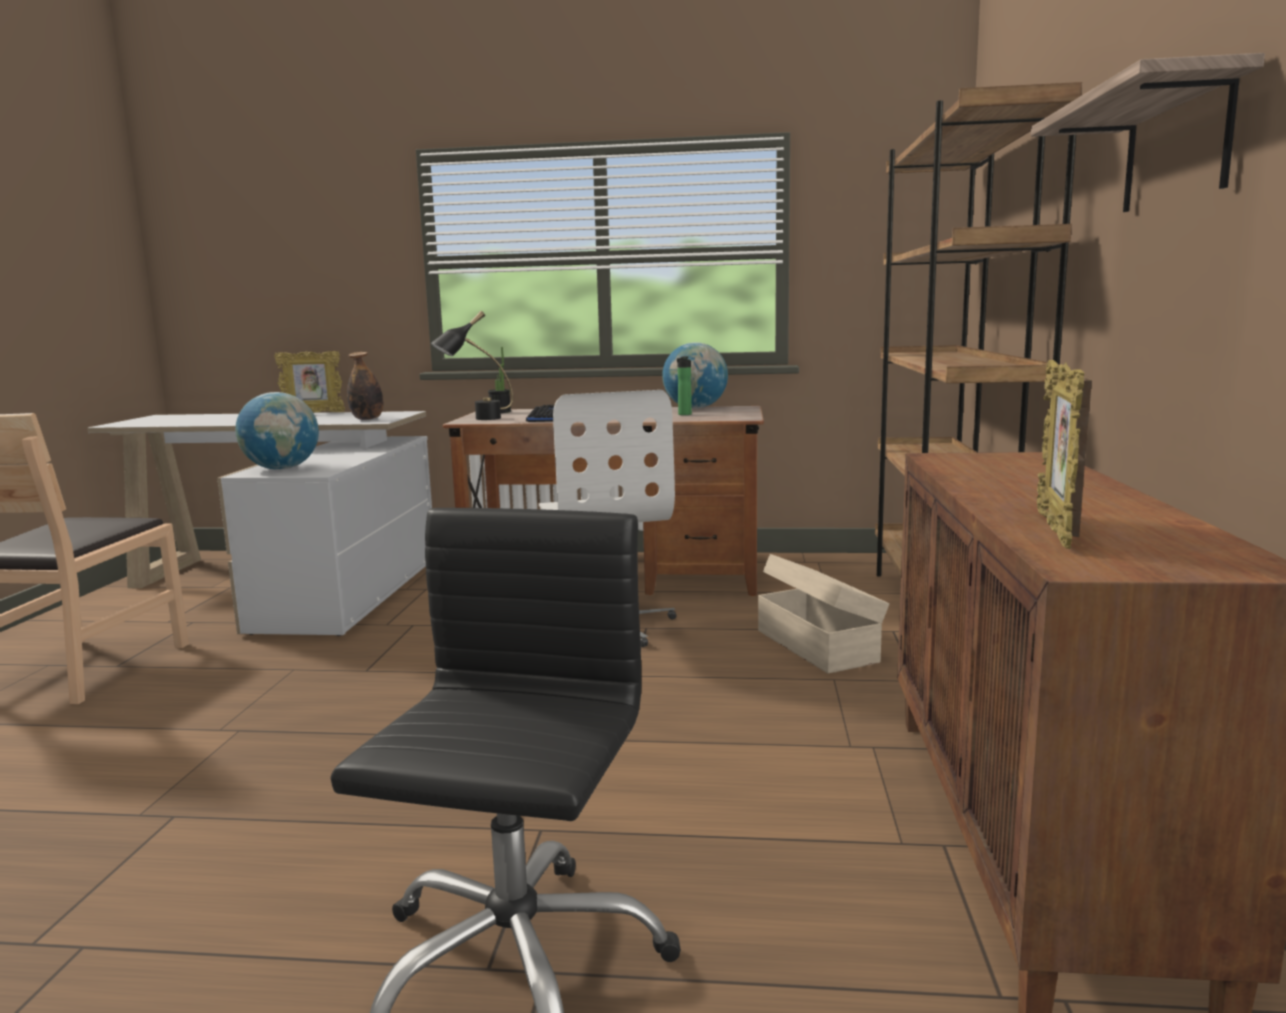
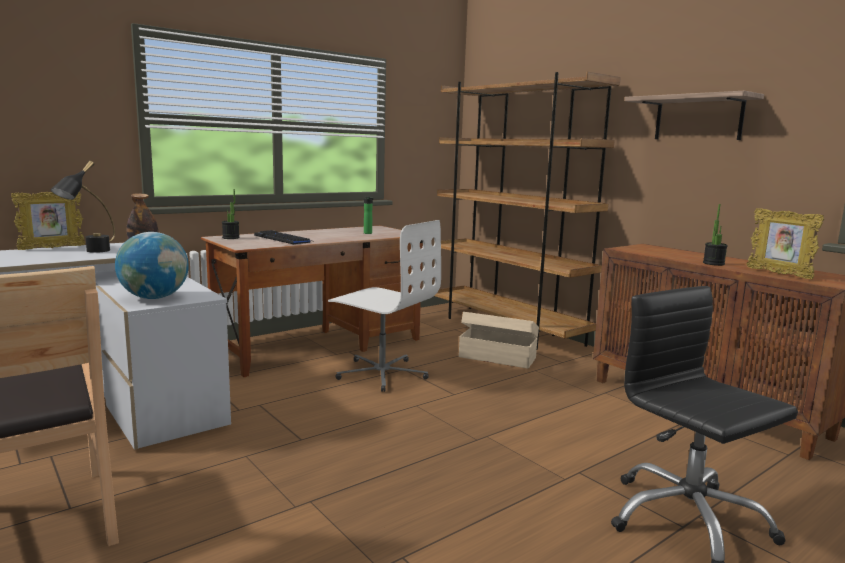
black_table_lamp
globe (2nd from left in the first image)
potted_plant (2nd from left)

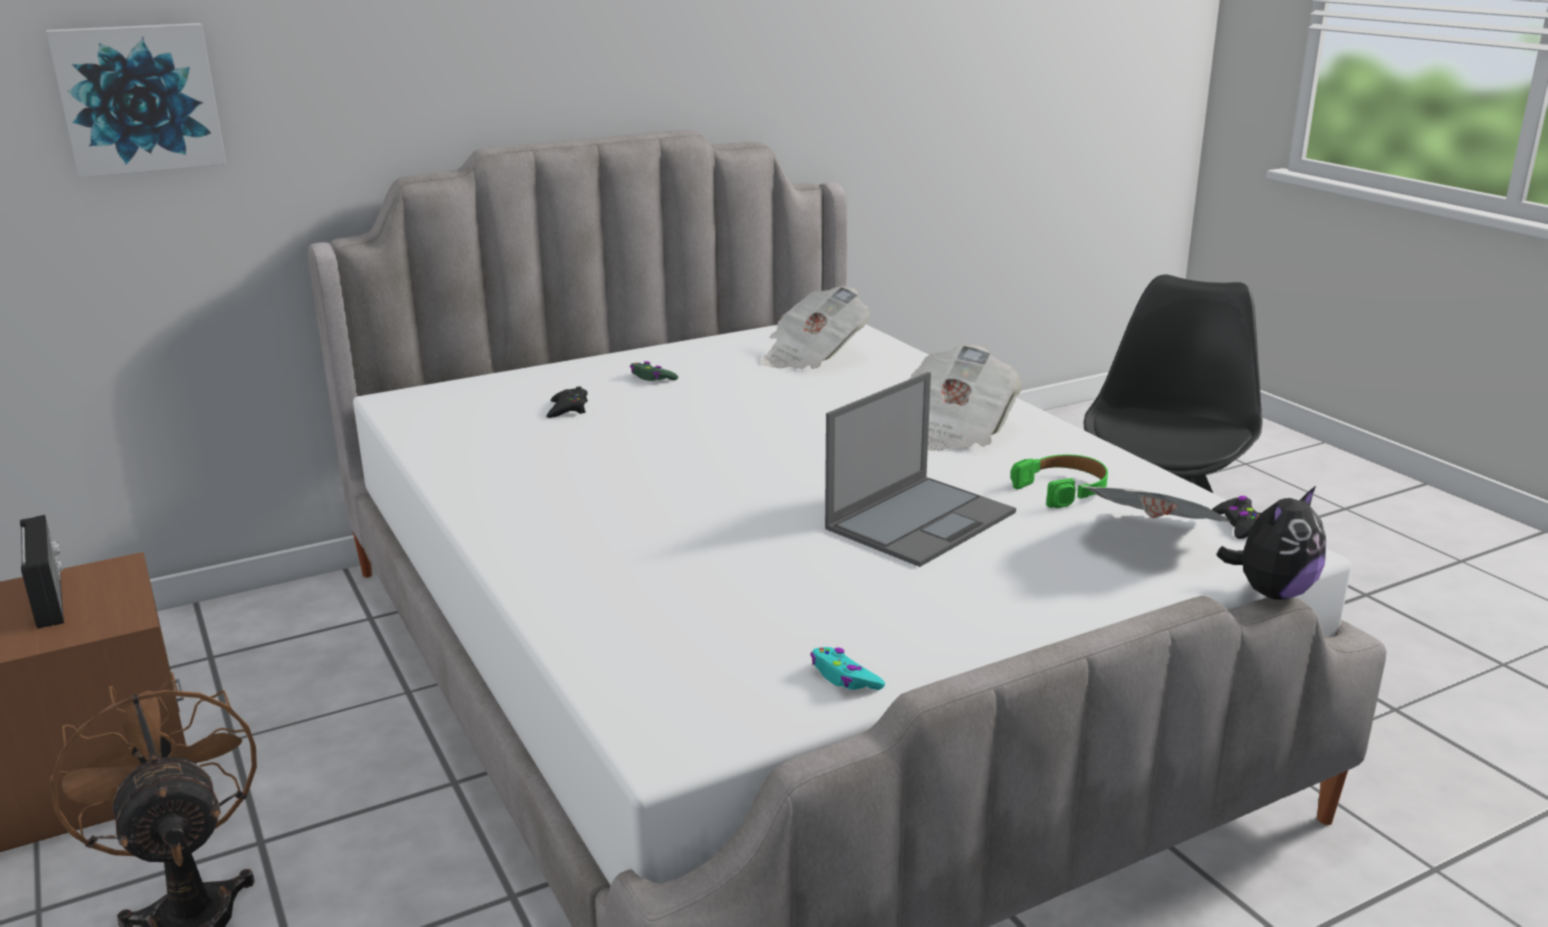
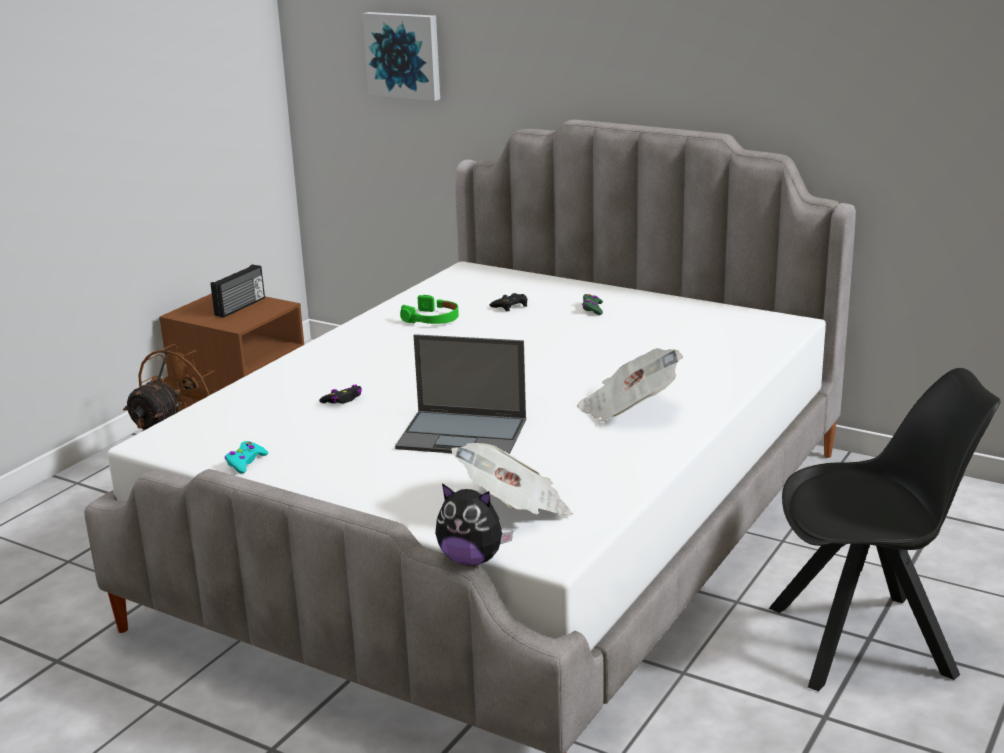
newspaper (1st from left in the first image)
green_headphones
black_game_controller (1st from left)

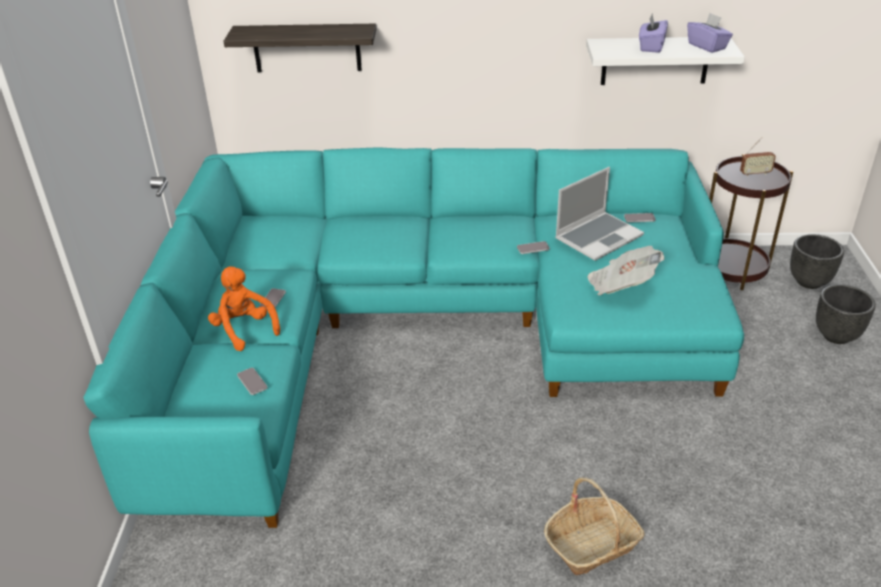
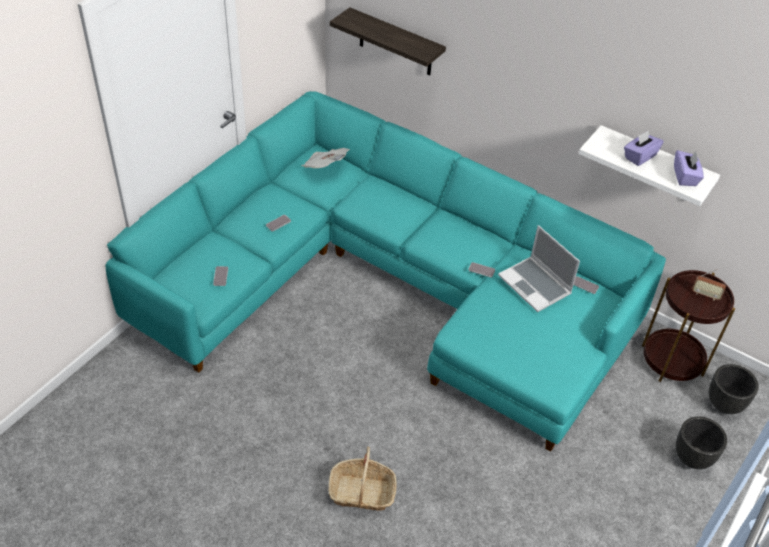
orange_plush_toy
laptop
newspaper

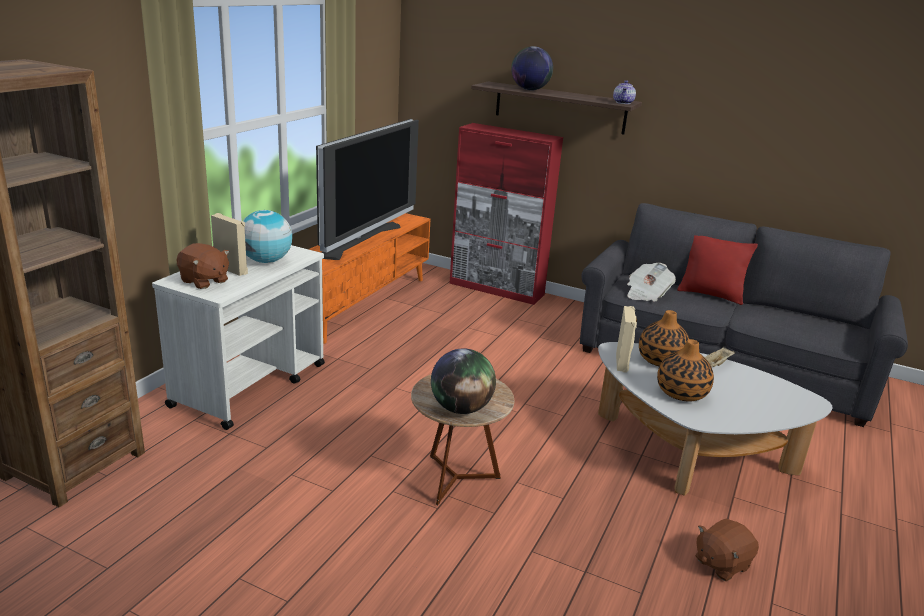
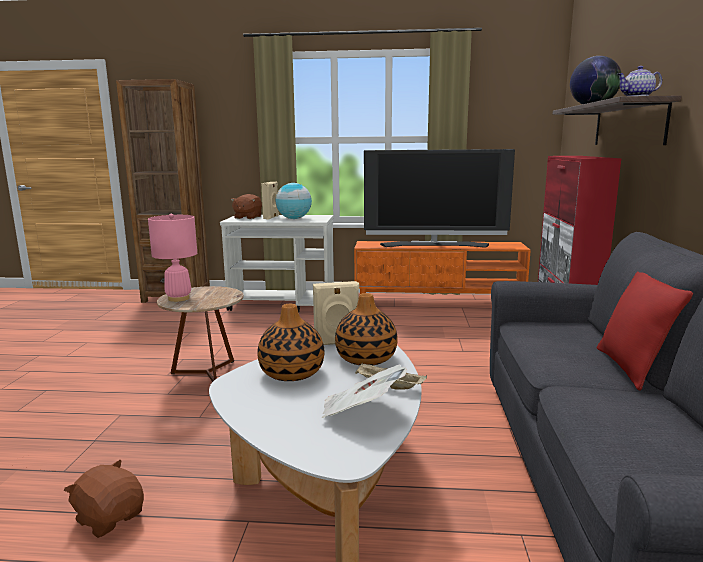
pink_table_lamp
newspaper

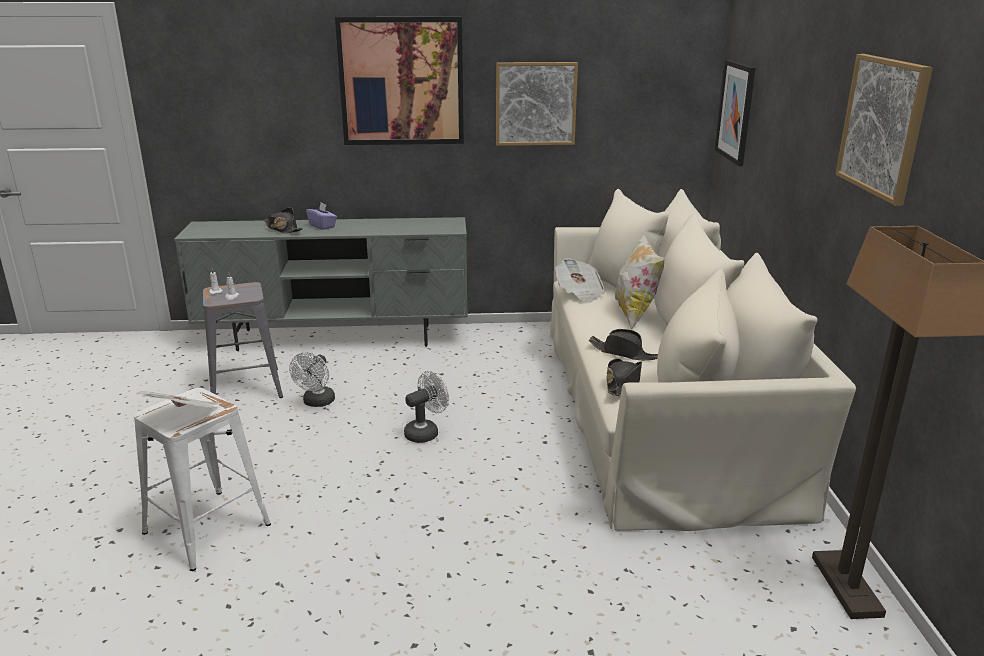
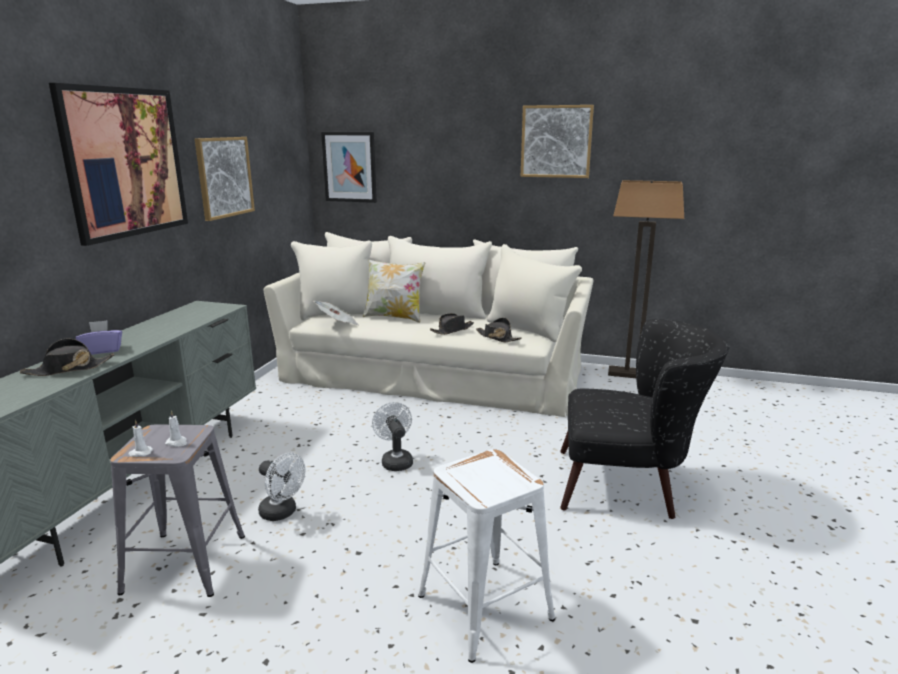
newspaper (1st from left in the first image)
black_armchair

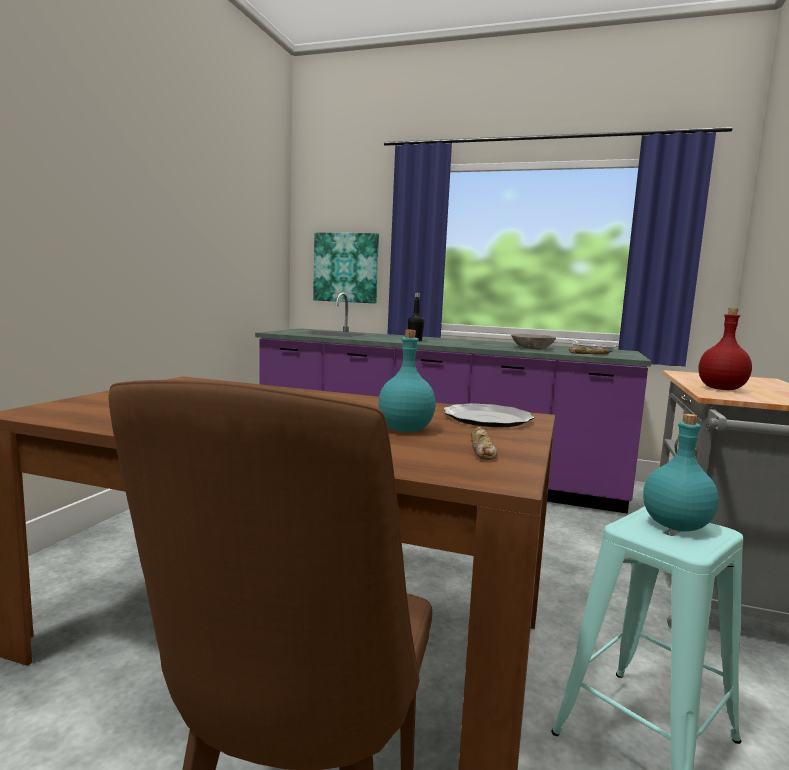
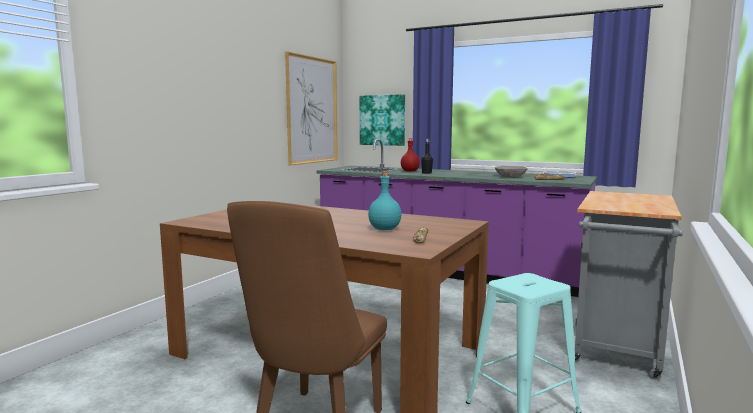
plate
turquoise_bottle (2nd from left in the first image)
red_bottle
picture (1st from left)

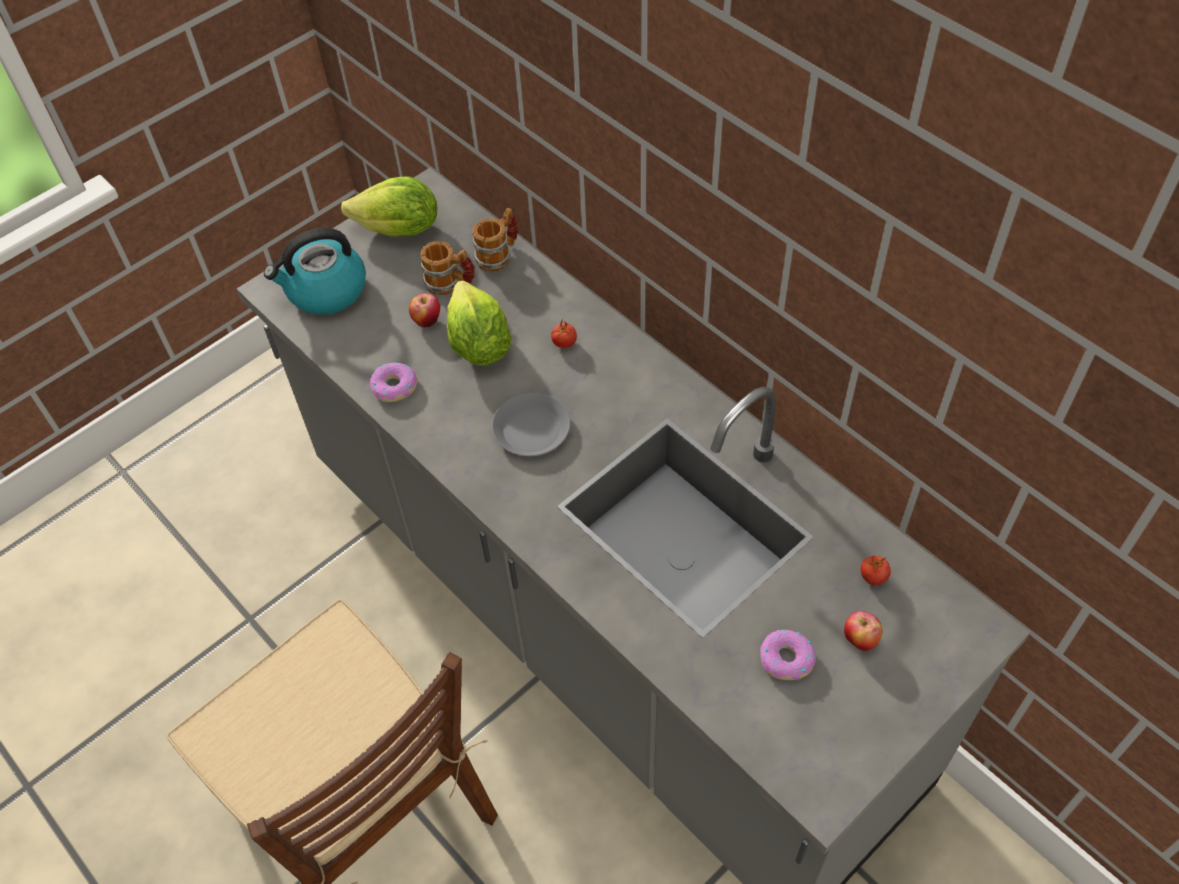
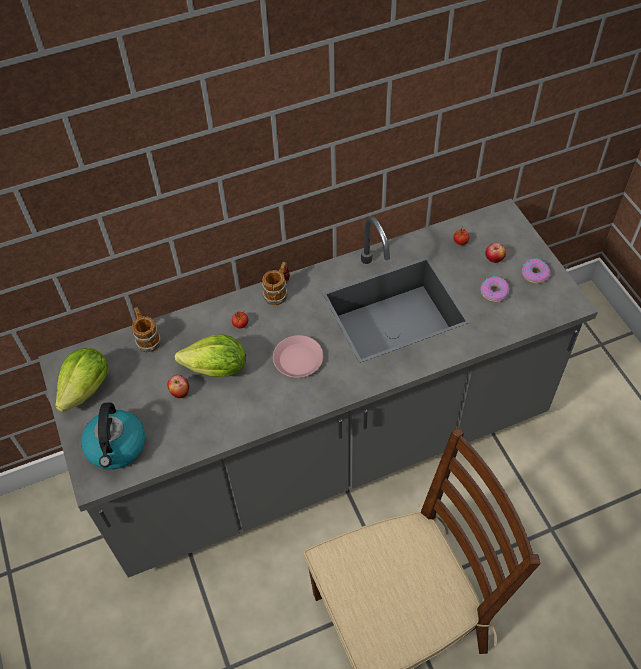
donut (2nd from left)
mug (2nd from left)
pink_plate

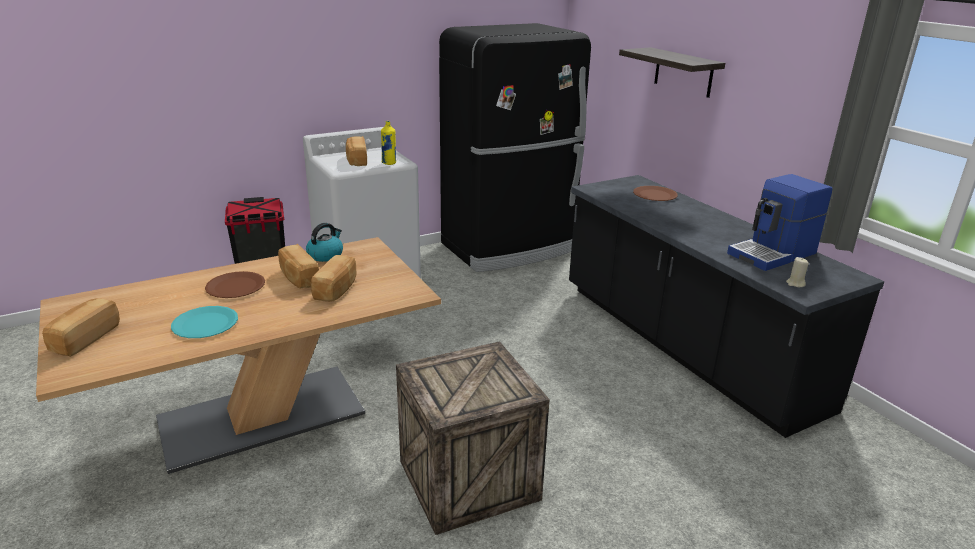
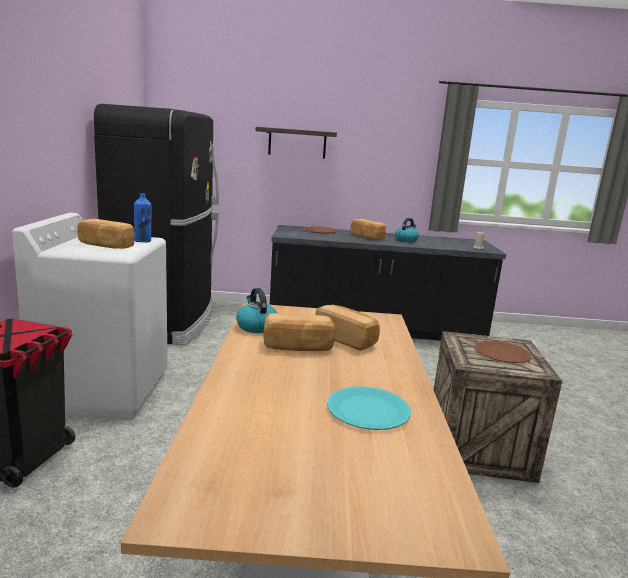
bread (4th from left)
brown_plate (2nd from left)
blue_bottle
coffee_machine
kettle (2nd from left)

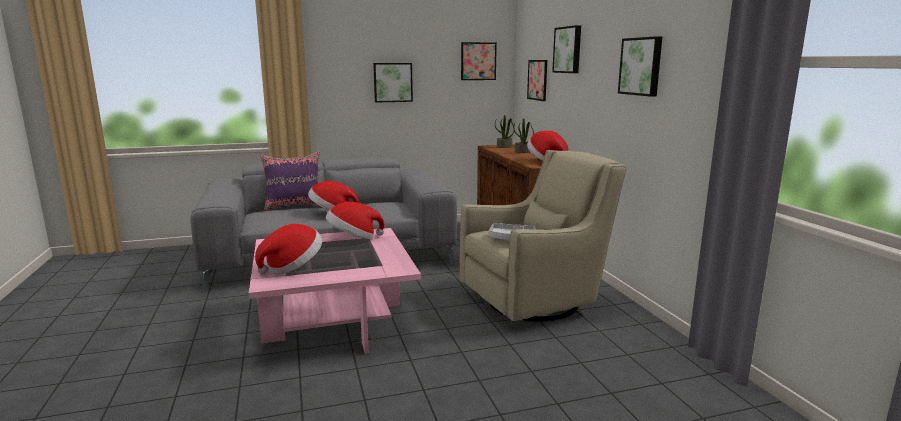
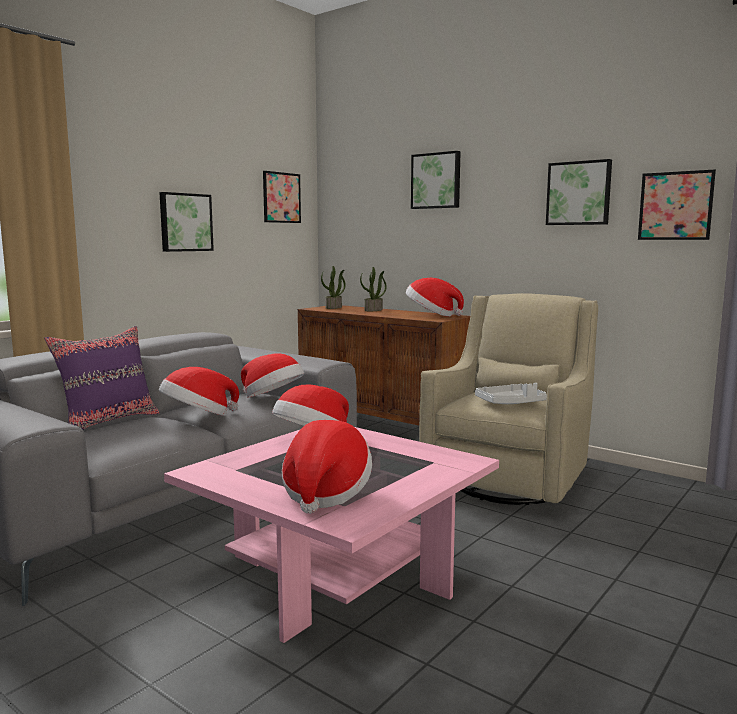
picture (5th from left)
hat (2nd from left)

